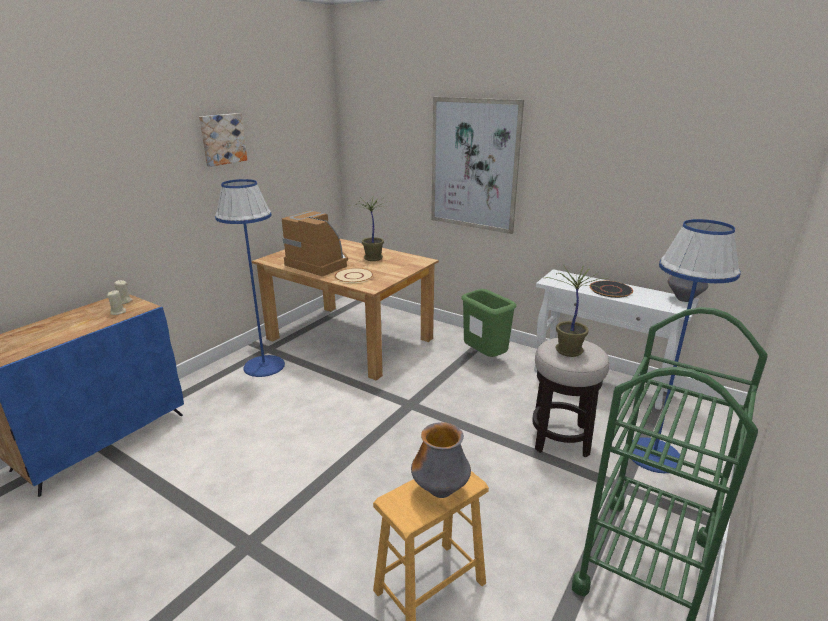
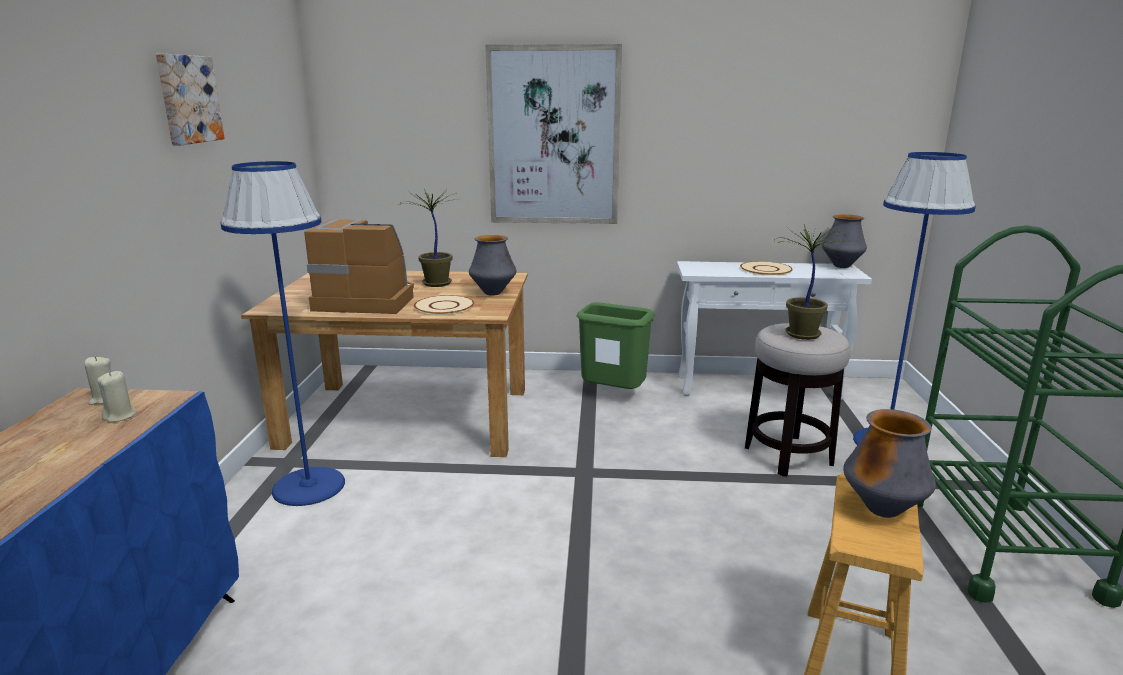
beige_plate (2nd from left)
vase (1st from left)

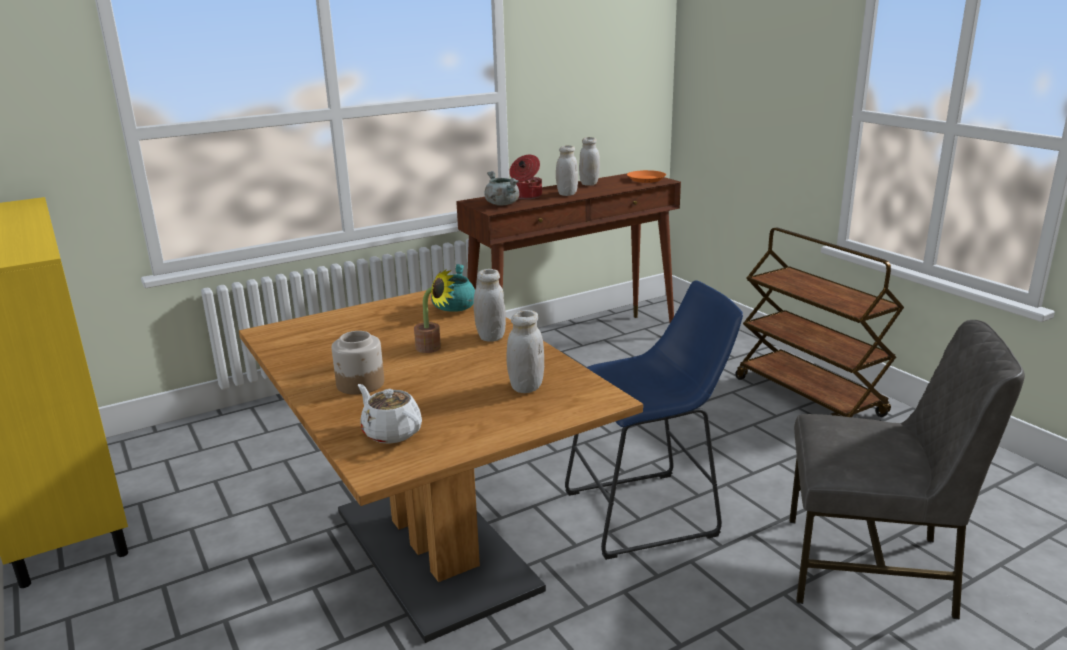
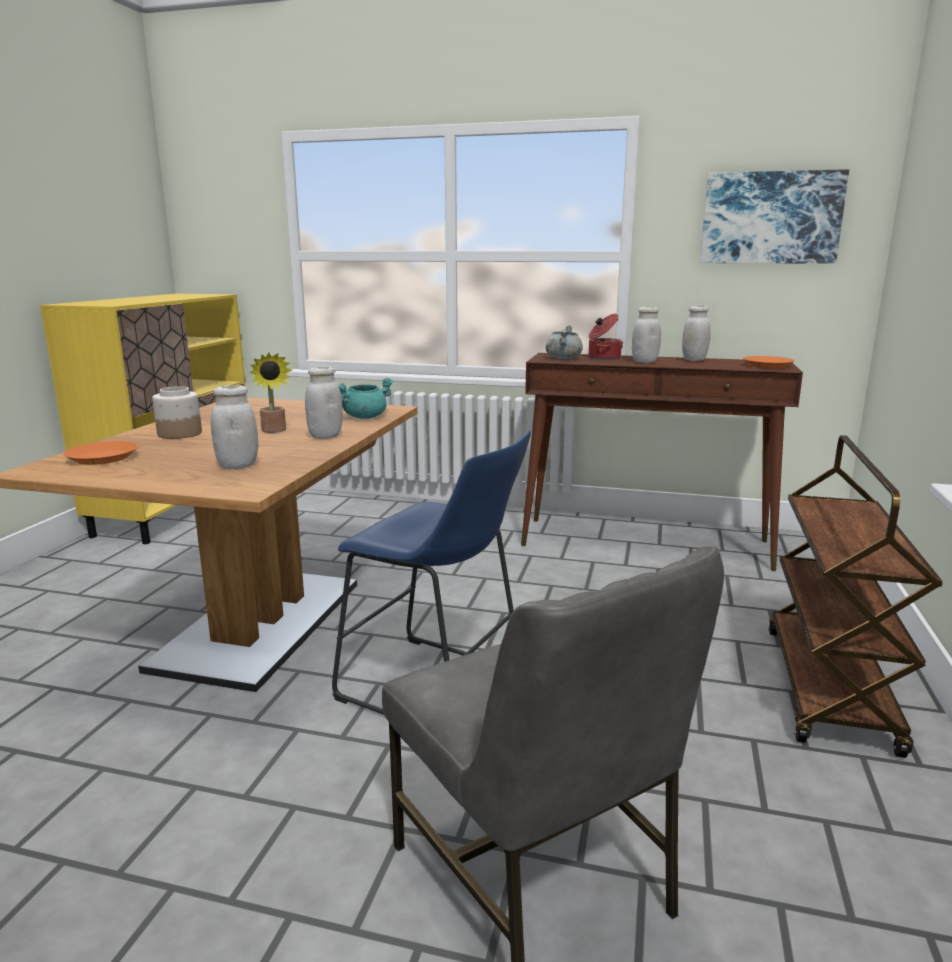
orange_plate (1st from left)
picture

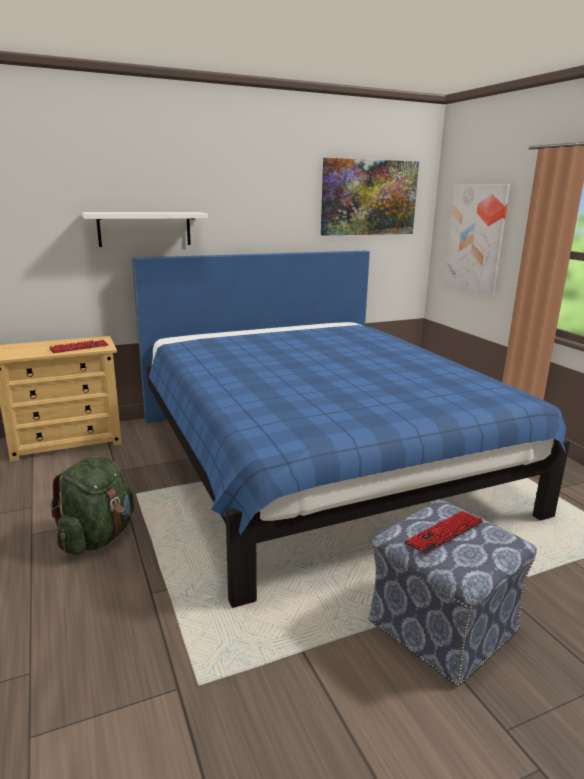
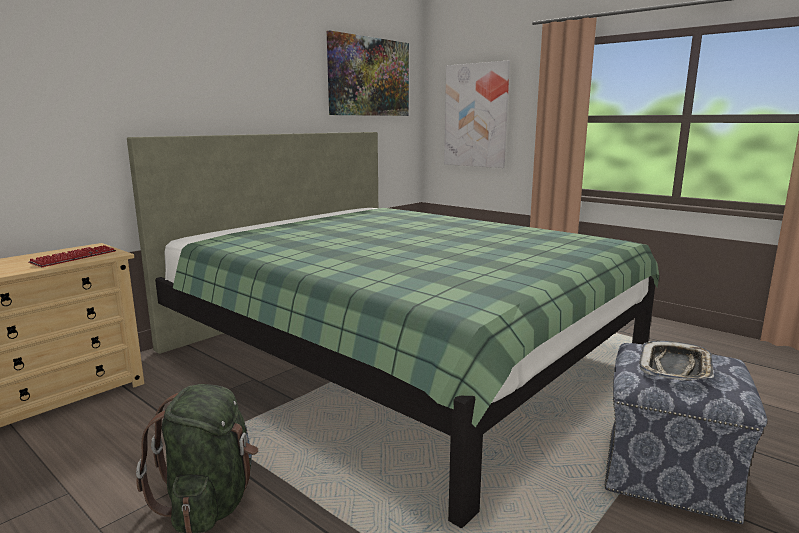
white_shelf
green_bed
tray

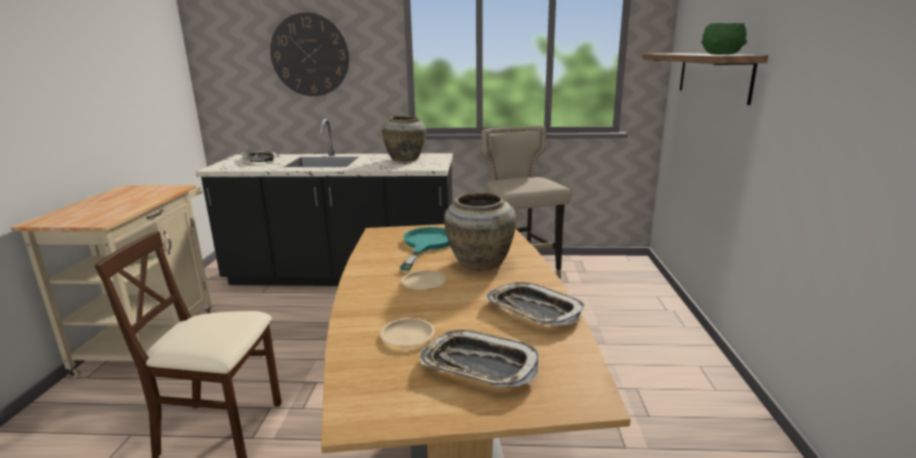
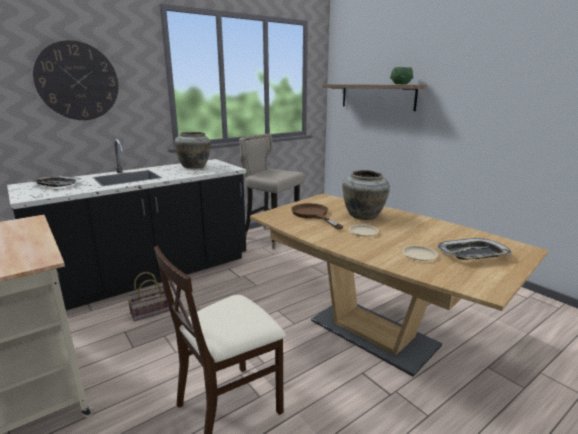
brown_frying_pan
tray (3rd from left in the first image)
basket

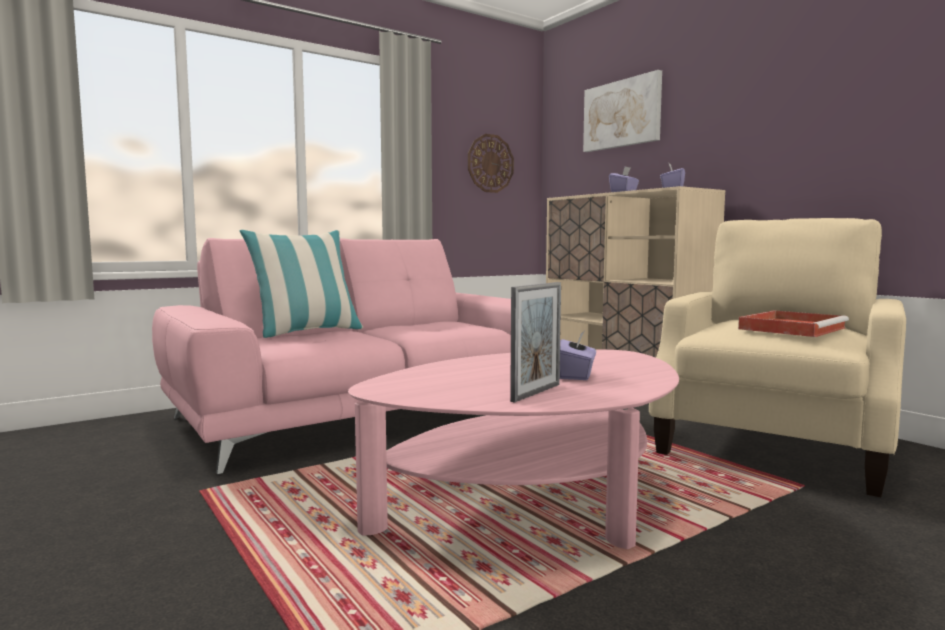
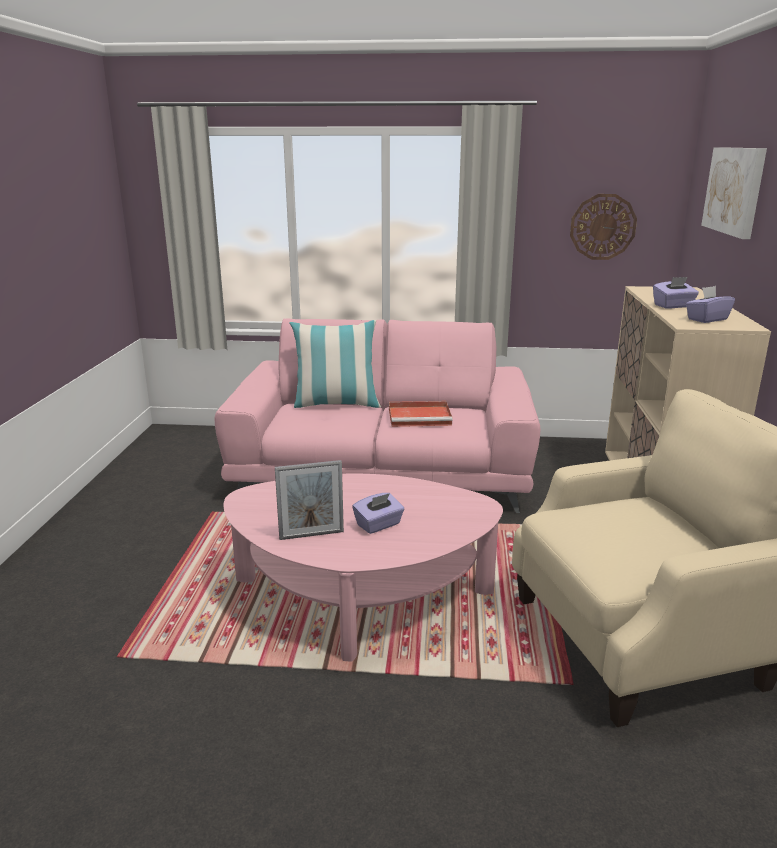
red_tray

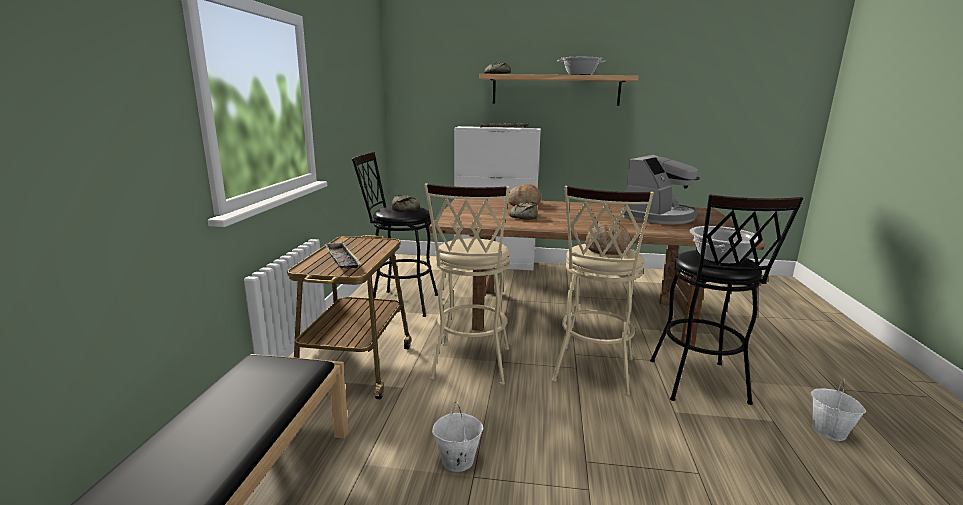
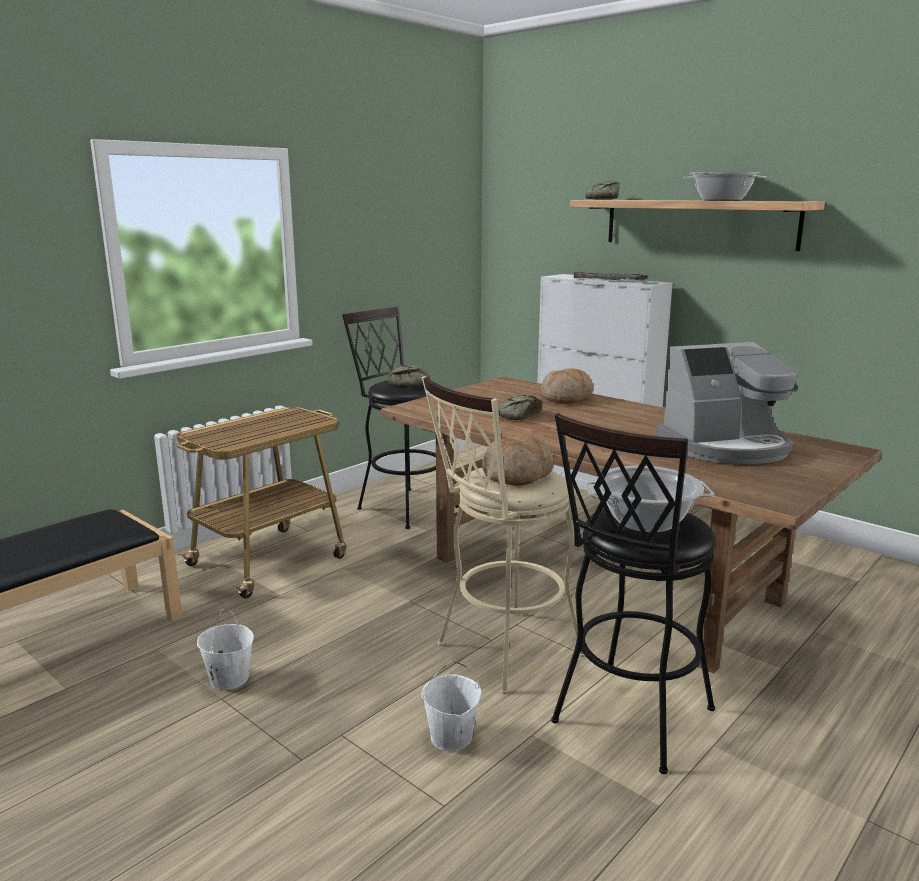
tray (1st from left in the first image)
beige_stool (1st from left in the first image)
white_bucket (2nd from left)

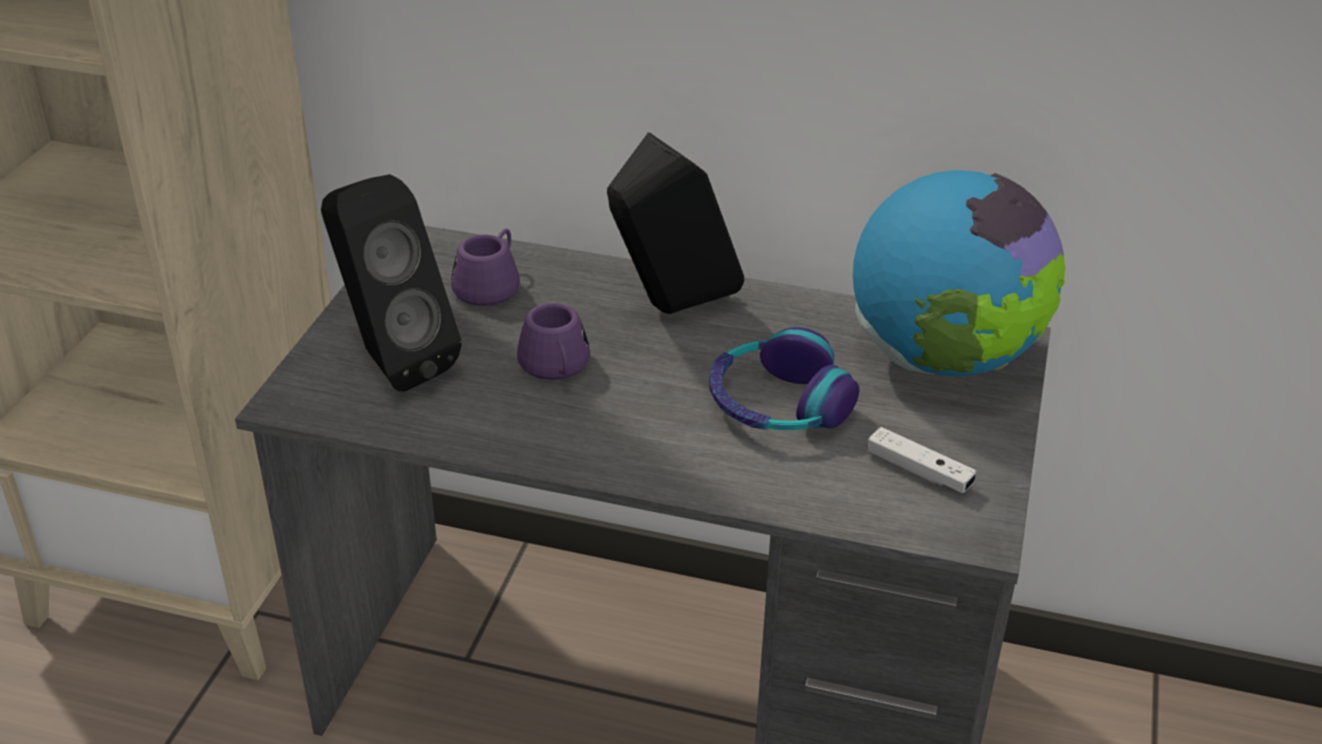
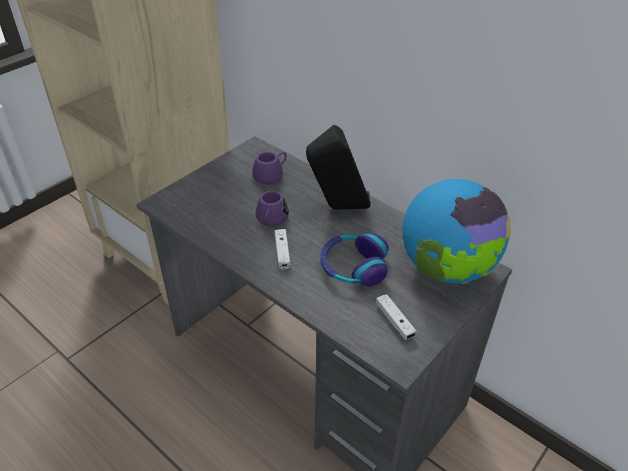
black_speaker (1st from left in the first image)
white_game_controller (1st from left)

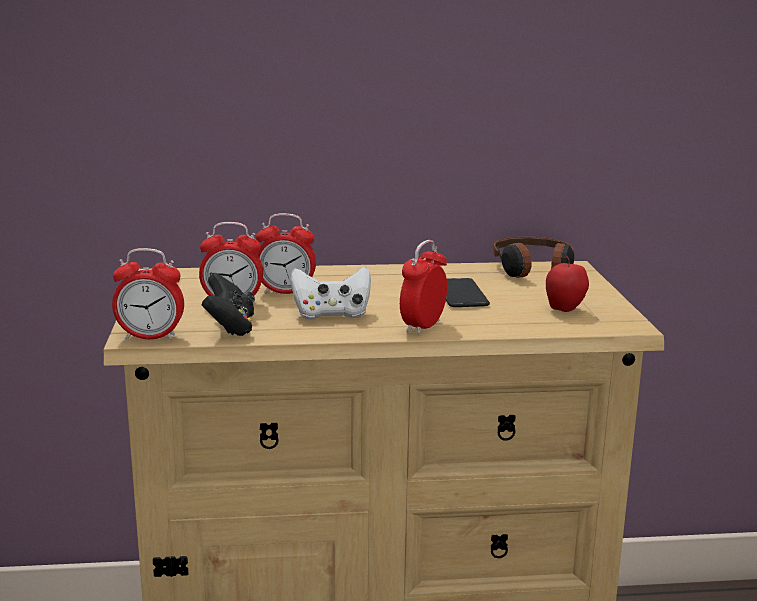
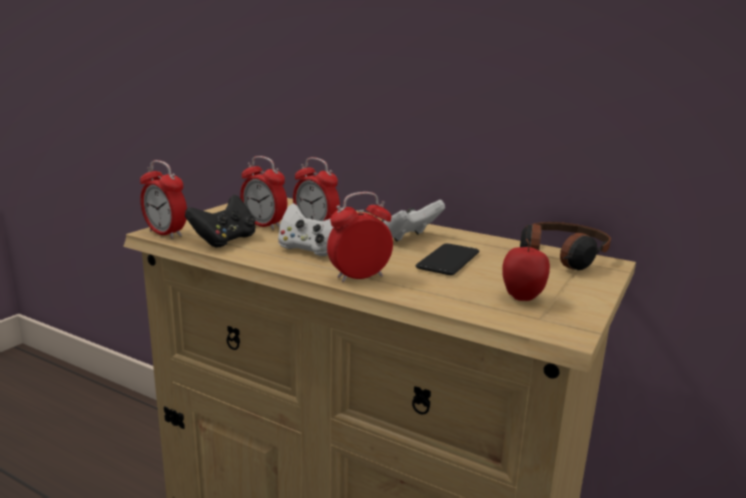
white_game_controller (2nd from left)

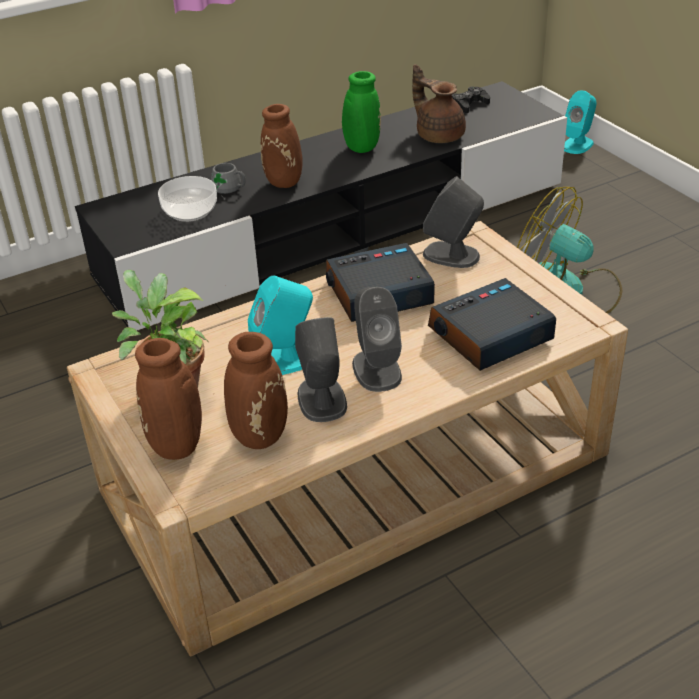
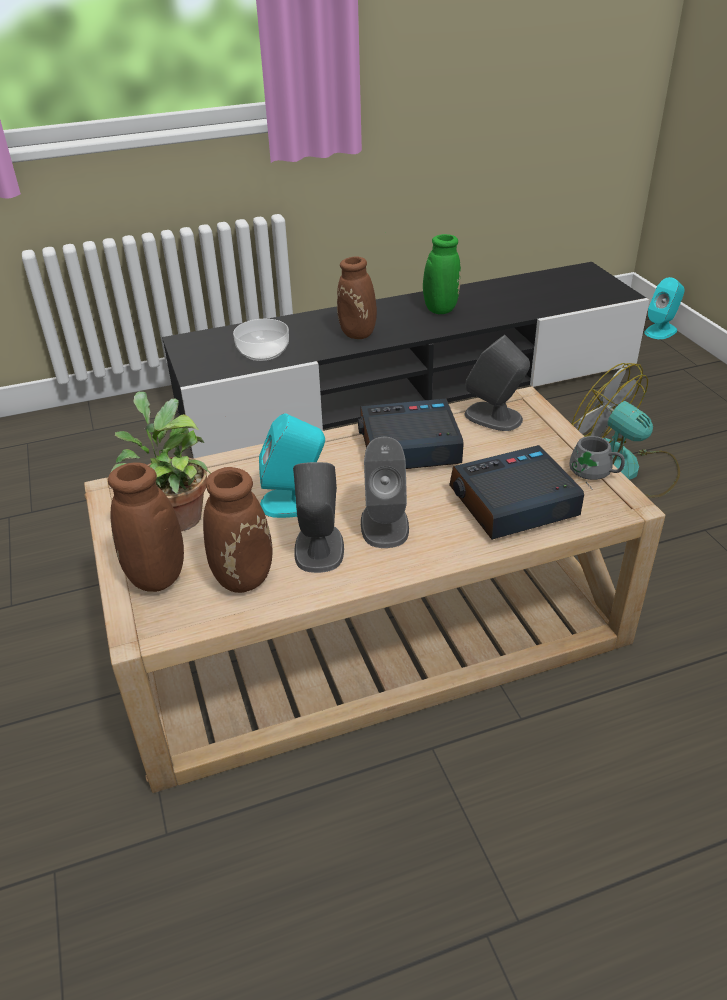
grey_mug
brown_teapot
black_game_controller

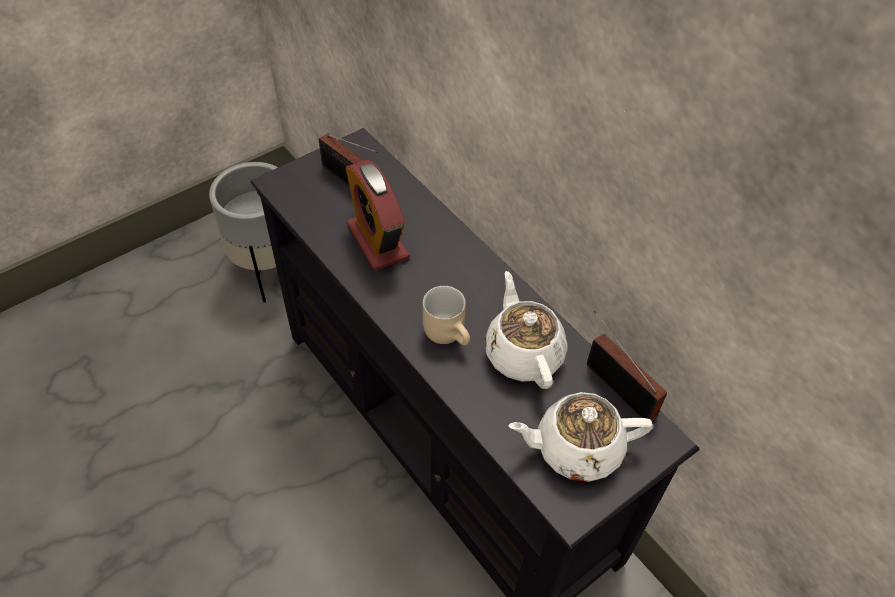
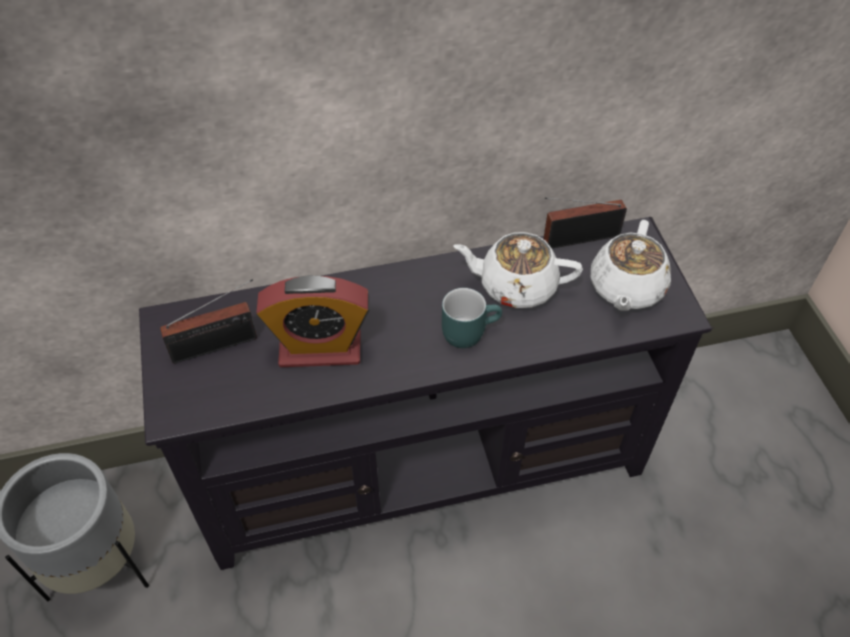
turquoise_mug

